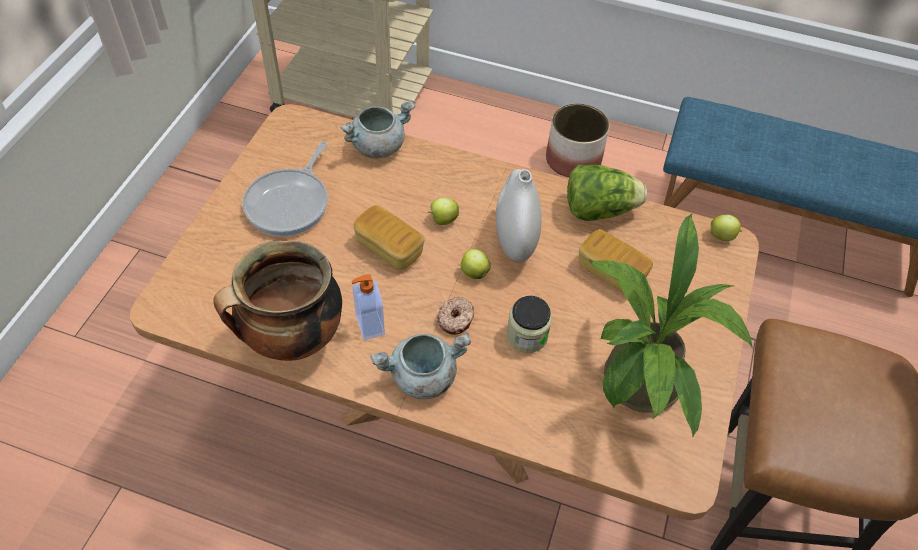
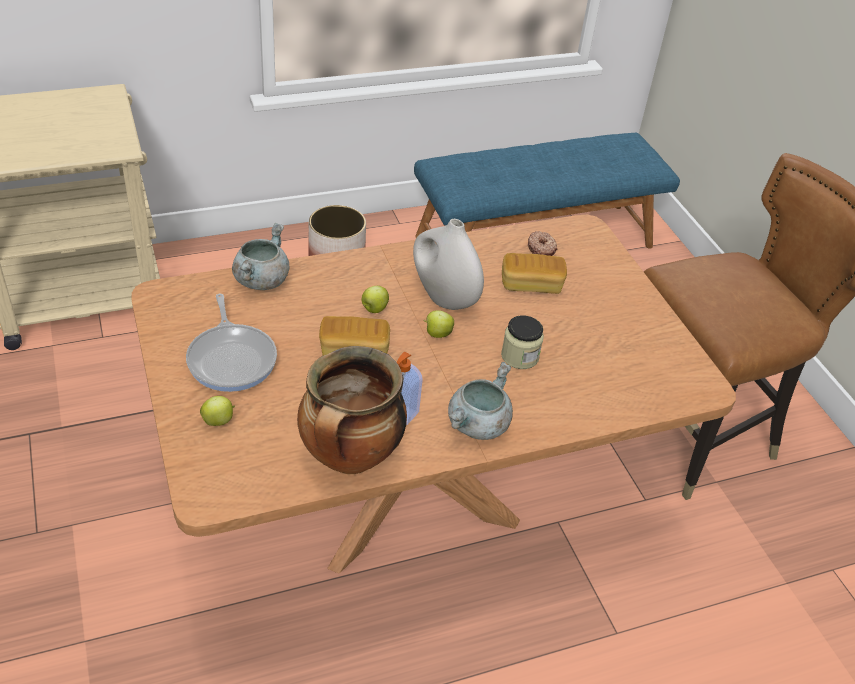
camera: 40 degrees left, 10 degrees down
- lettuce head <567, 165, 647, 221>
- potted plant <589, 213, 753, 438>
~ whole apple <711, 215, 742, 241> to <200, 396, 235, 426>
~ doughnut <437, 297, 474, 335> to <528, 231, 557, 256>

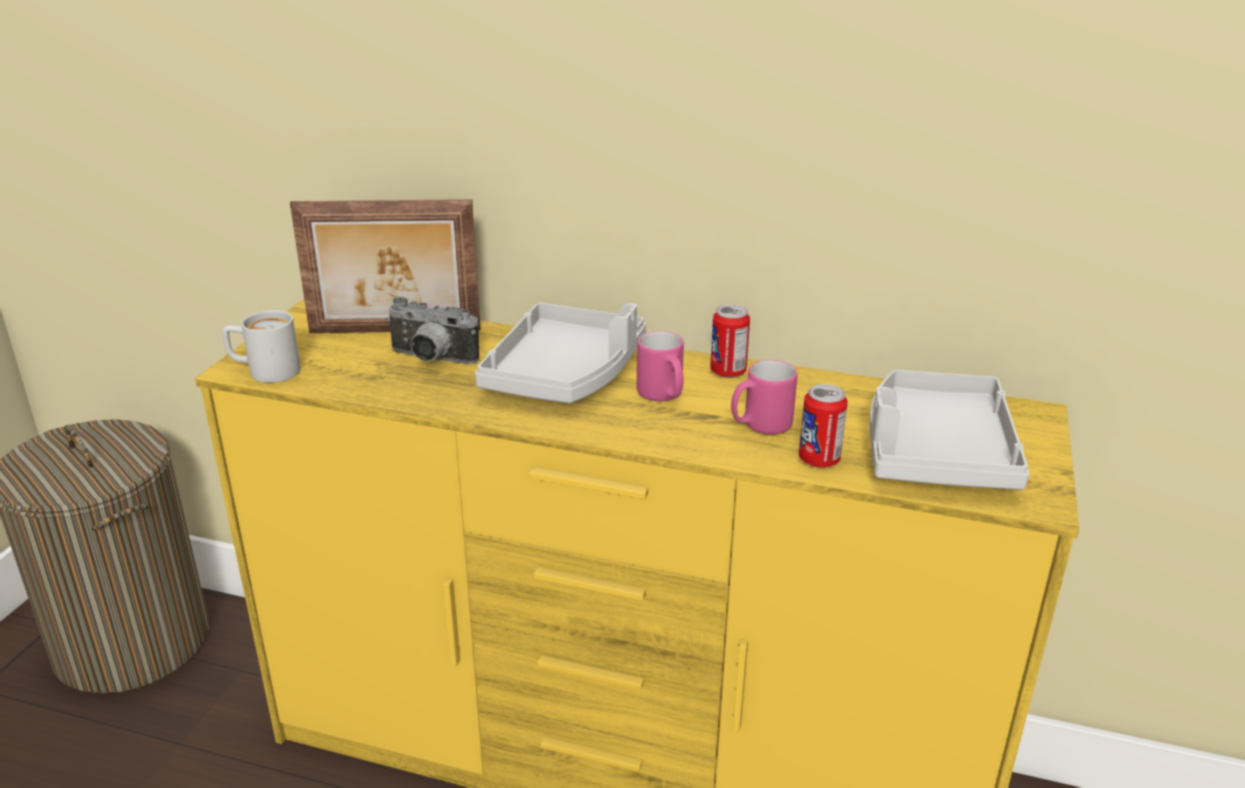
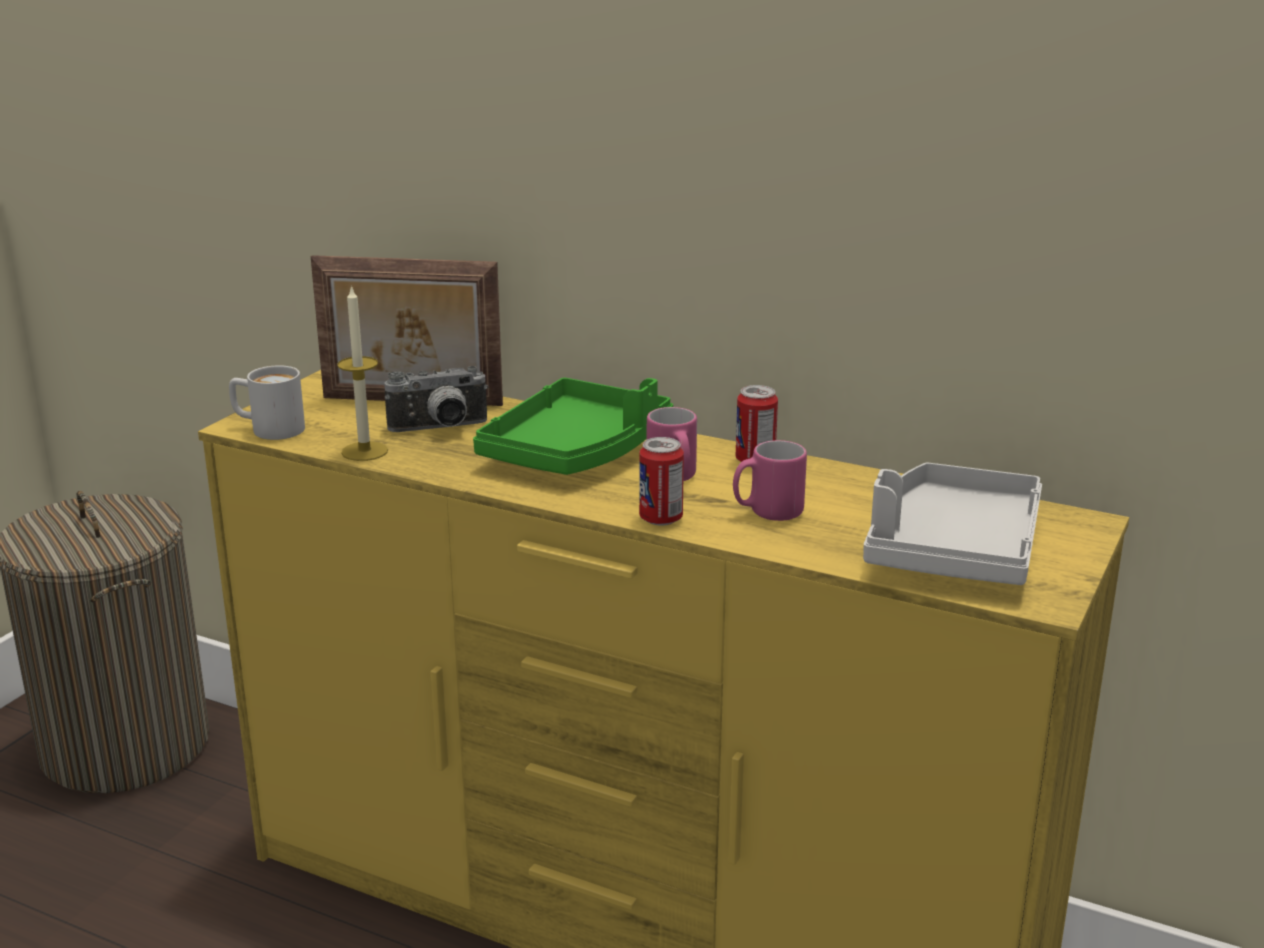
camera: 10 degrees right, 5 degrees down
~ photo camera <386, 297, 479, 364> = <384, 366, 489, 432> 45 degrees counterclockwise
~ serving tray (gray) <475, 303, 646, 403> to serving tray (green) <473, 378, 673, 475>
~ can <799, 384, 848, 468> to <639, 437, 684, 526>
+ wax light <337, 285, 388, 461>

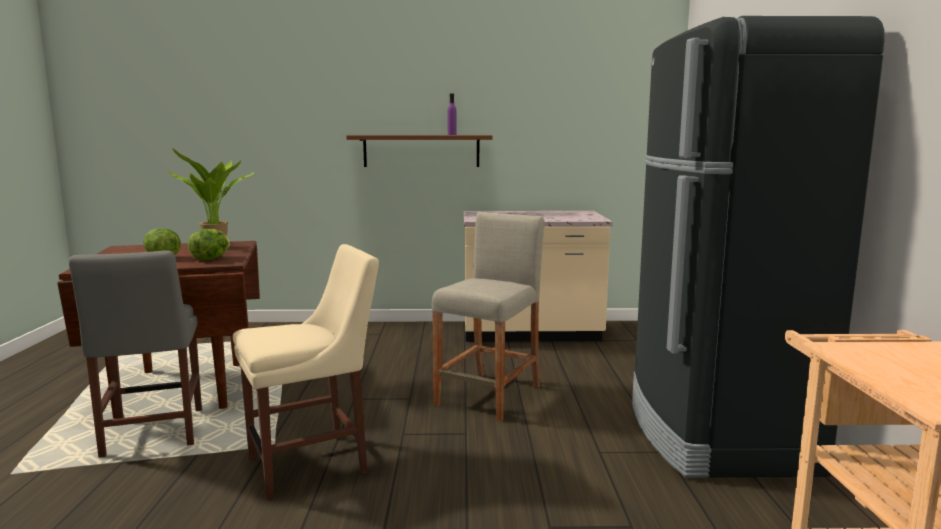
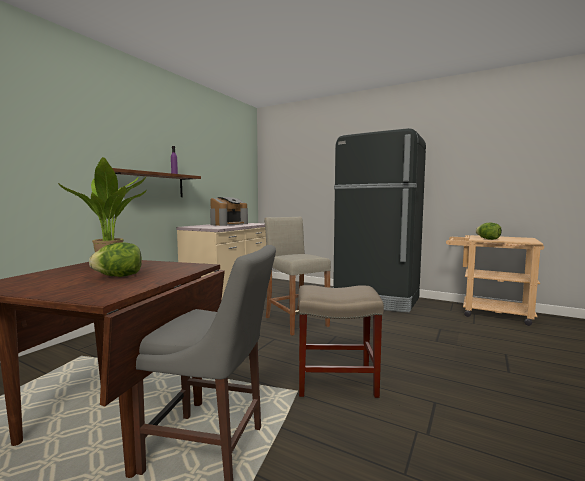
camera: 60 degrees left, 5 degrees down
~ lettuce head <188, 229, 230, 260> to <476, 223, 502, 240>
~ upright chair (sand-coloured) <233, 244, 379, 500> to stool (sand-coloured) <298, 285, 384, 398>
+ coffee machine <210, 197, 248, 226>

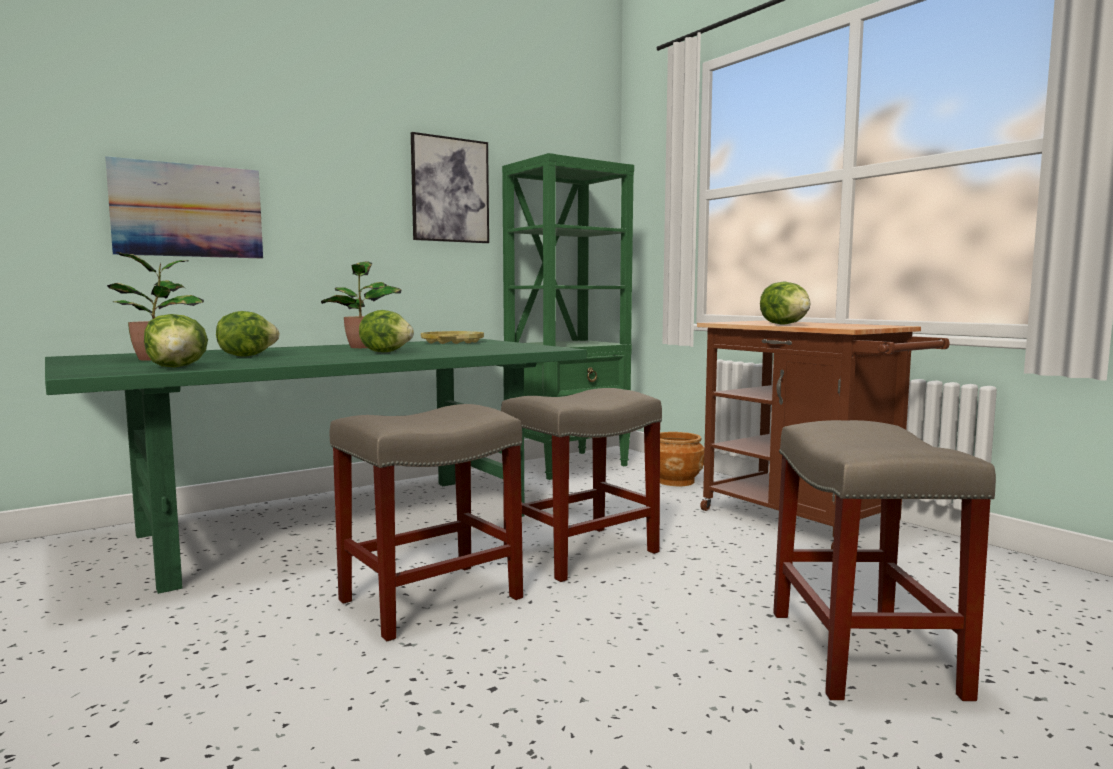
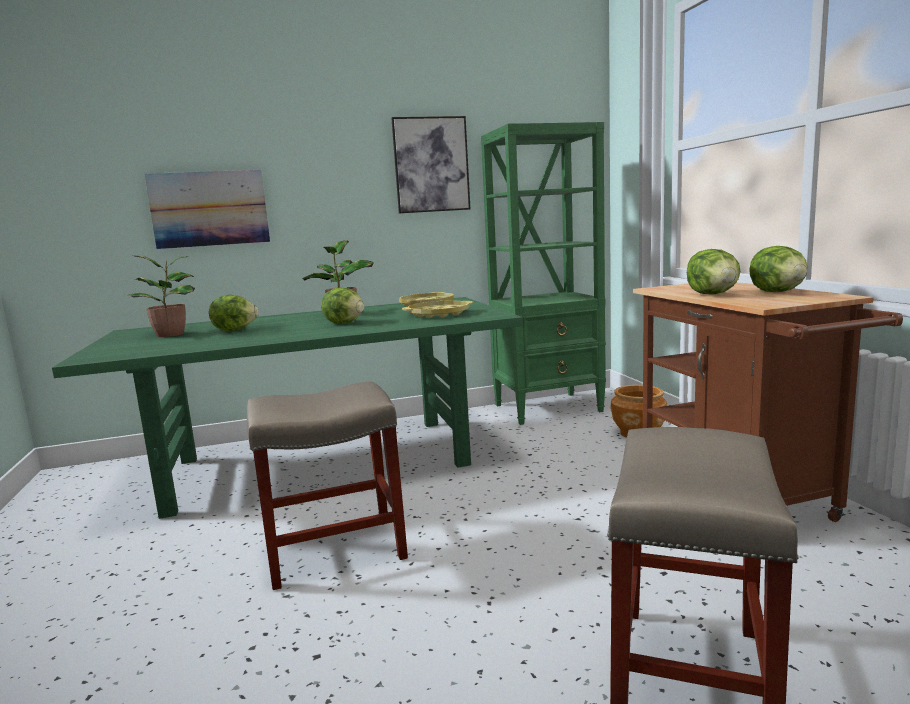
camera: 20 degrees right, 5 degrees up
~ lettuce head <144, 314, 208, 367> to <749, 246, 808, 292>
- stool (sand-coloured) <501, 388, 662, 582>
+ serving tray (yellow) <402, 301, 474, 318>

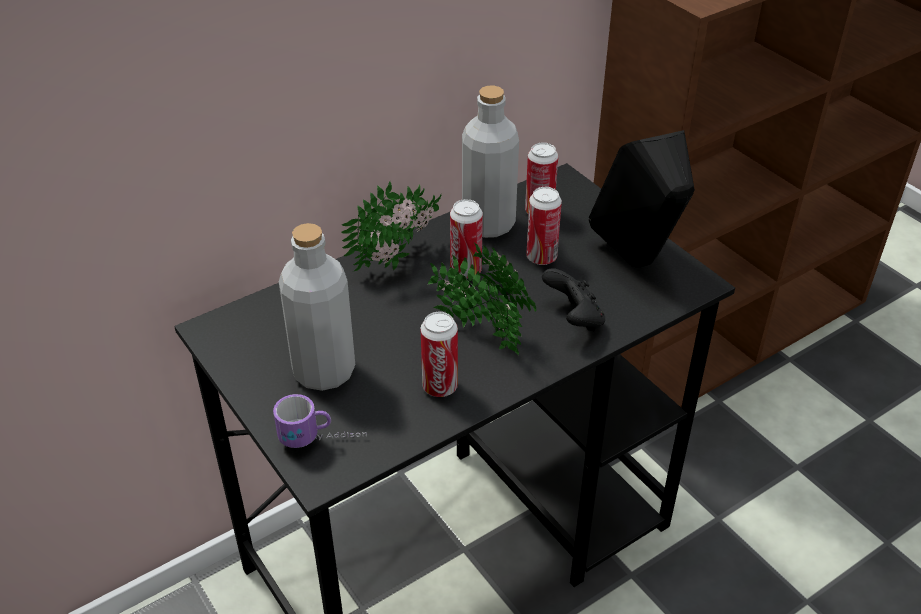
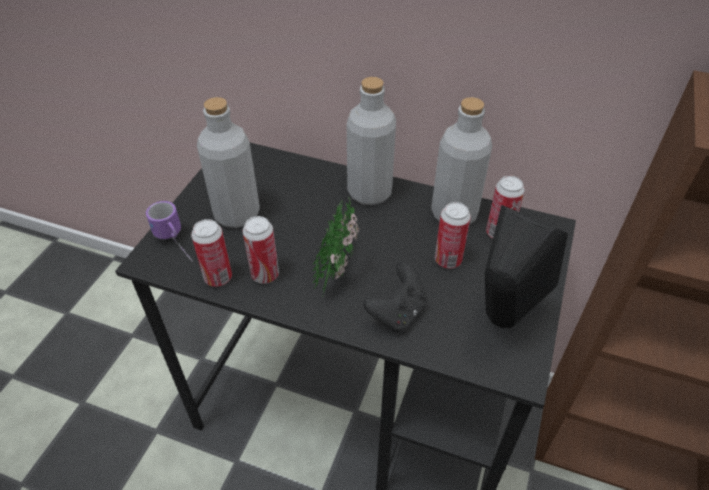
camera: 55 degrees right, 5 degrees up
~ potted plant <341, 182, 441, 272> to beverage bottle (gray) <347, 77, 396, 205>
~ can <450, 199, 483, 279> to <191, 219, 232, 287>

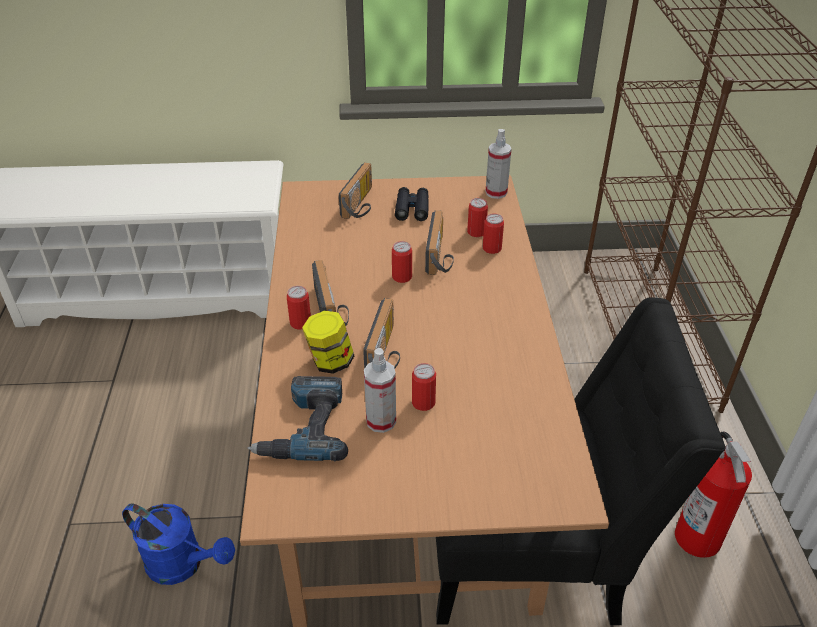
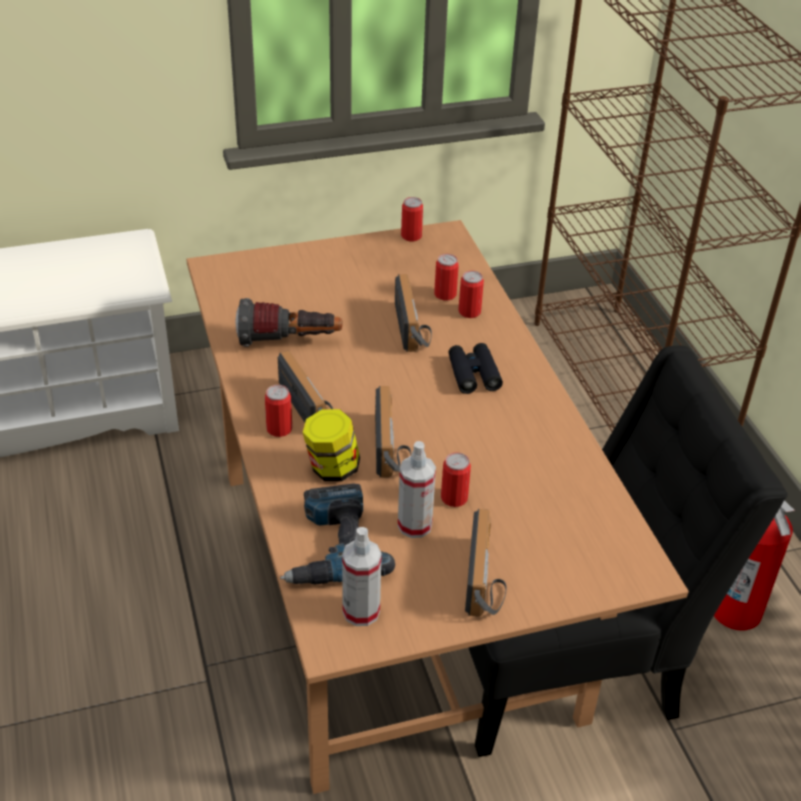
camera: 15 degrees left, 0 degrees up
~ hand sprayer <485, 129, 511, 199> to <342, 527, 382, 626>
~ radio receiver <339, 162, 372, 219> to <465, 509, 507, 617>
~ field glasses (blackish) <395, 187, 429, 221> to <448, 343, 503, 394>
~ can <392, 241, 412, 283> to <401, 197, 423, 241>
- watering can (bluish) <122, 503, 235, 585>
+ flashlight <235, 298, 342, 347>

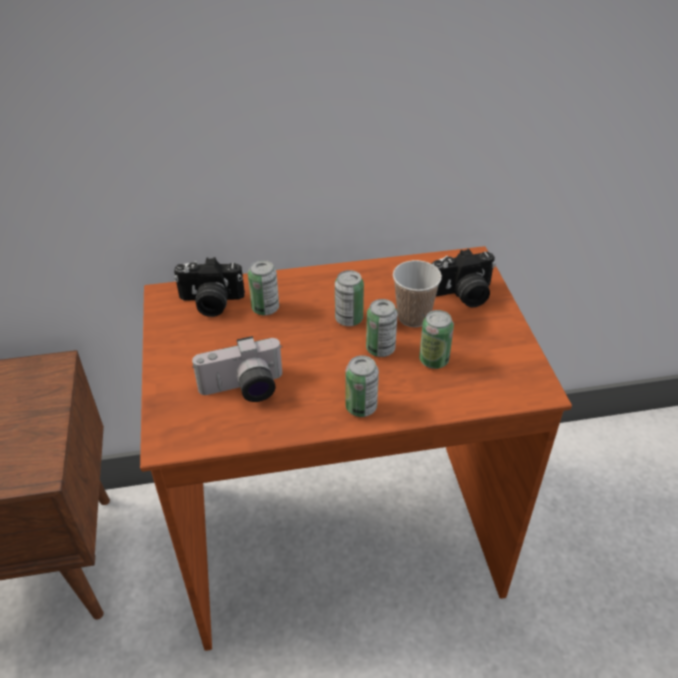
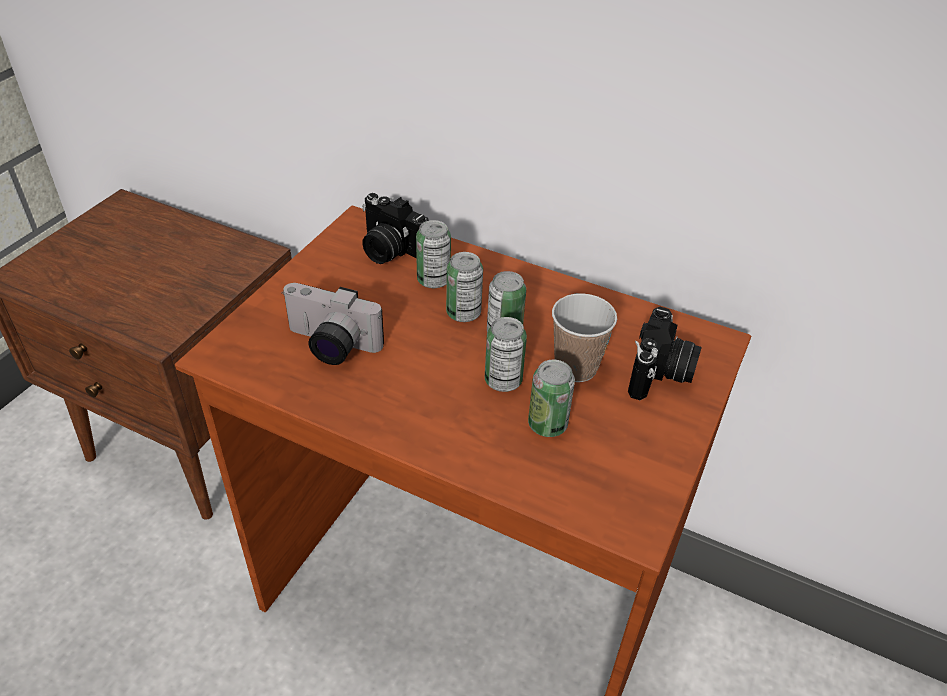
camera: 35 degrees right, 0 degrees up
~ photo camera <432, 249, 495, 308> = <628, 307, 702, 400> 90 degrees counterclockwise
~ can <345, 356, 379, 417> to <446, 252, 483, 322>

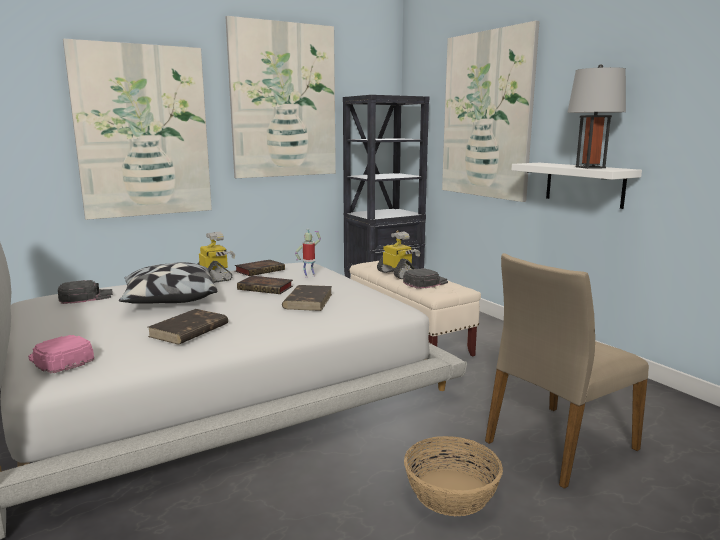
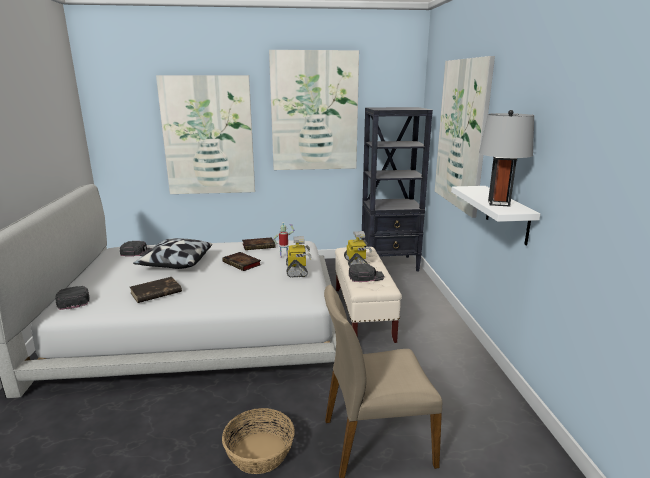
camera: 25 degrees right, 5 degrees up
~ toy robot <198, 231, 235, 283> to <286, 236, 311, 277>
- book (brown-coloured) <282, 285, 332, 311>
~ cap (pink-coloured) <28, 335, 94, 373> to cap (blackish) <55, 286, 89, 310>

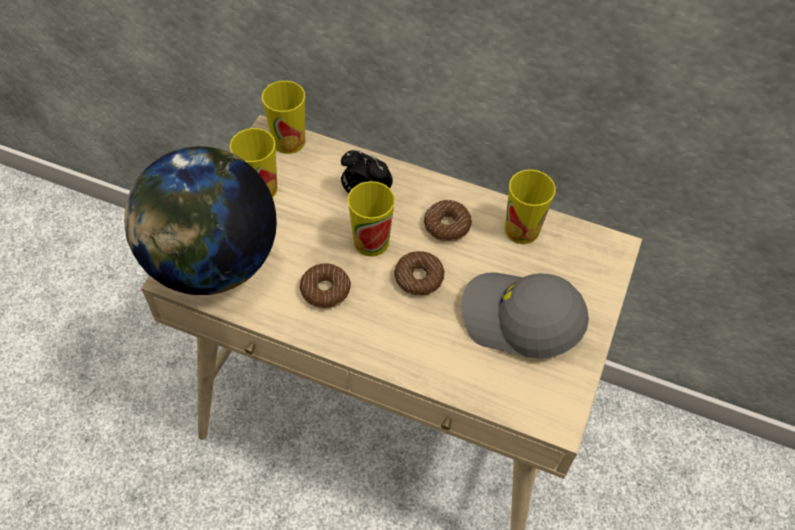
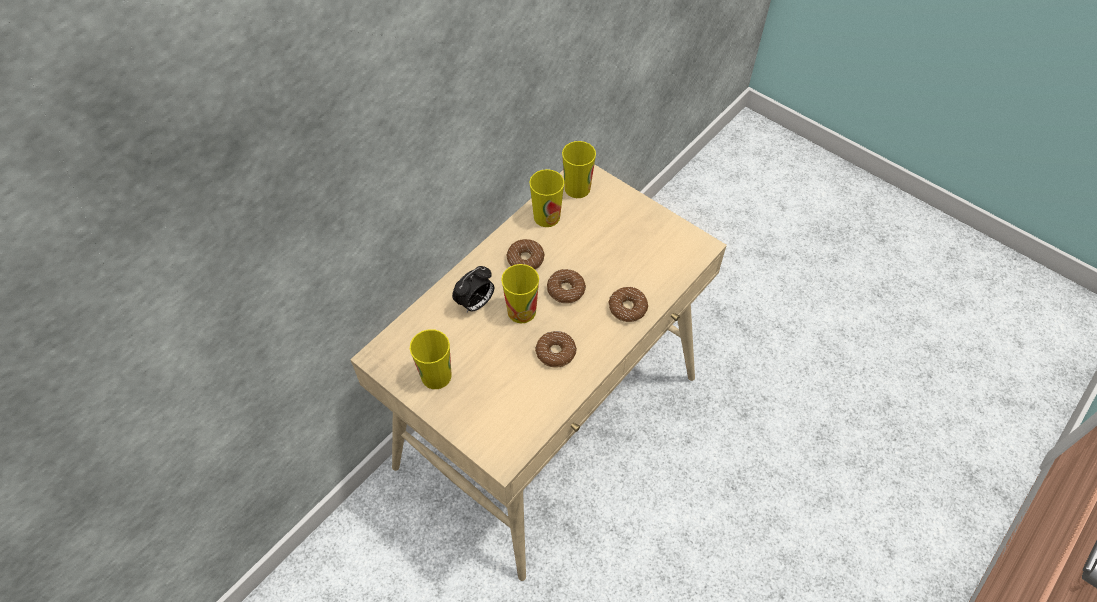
camera: 70 degrees left, 0 degrees up
~ cup <262, 81, 305, 154> to <562, 141, 596, 198>
- world globe <124, 146, 277, 295>
- cap (gray) <461, 272, 589, 358>
+ doughnut <608, 287, 648, 322>

